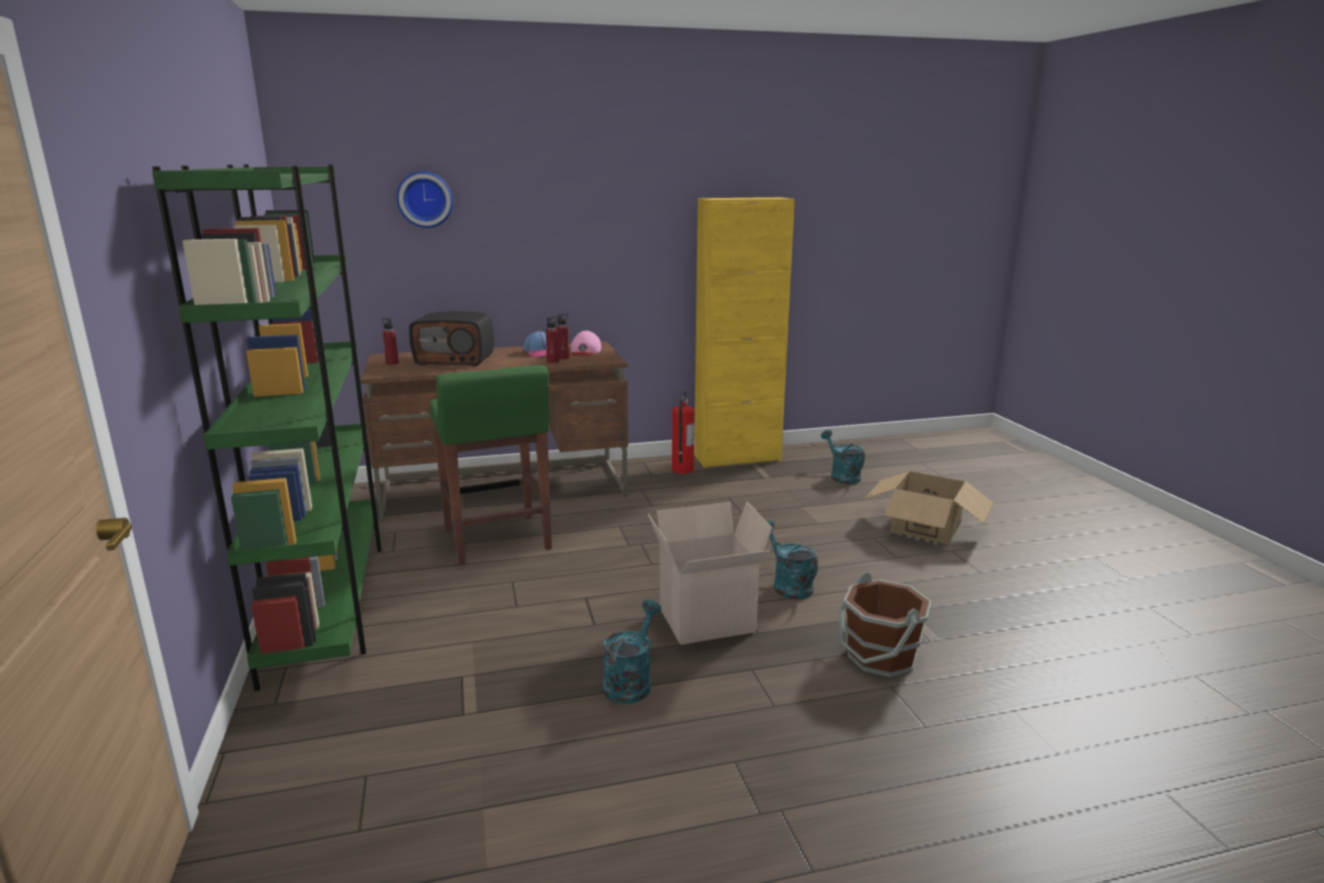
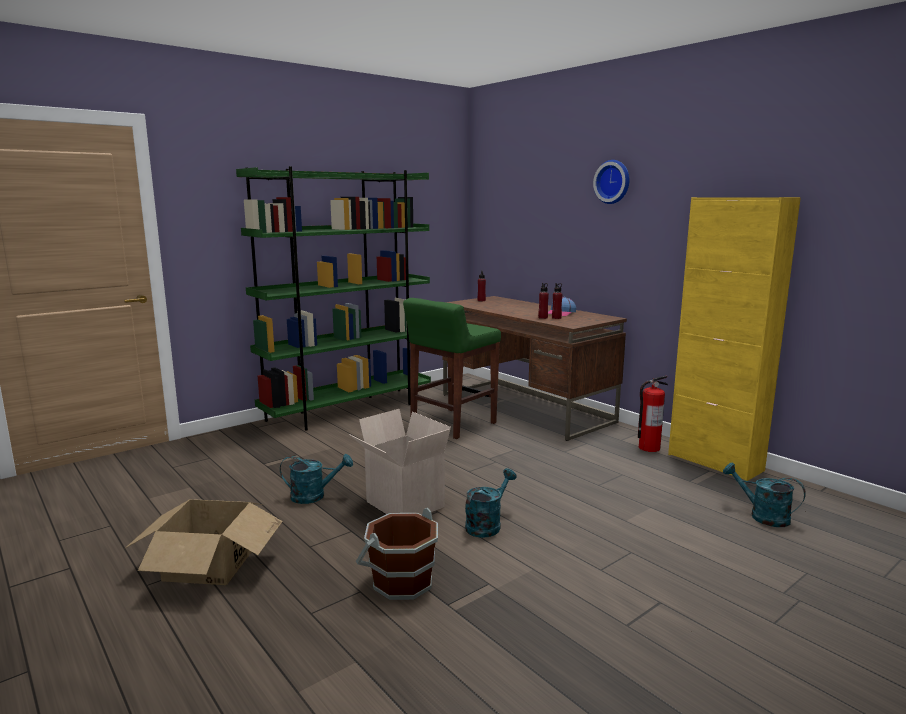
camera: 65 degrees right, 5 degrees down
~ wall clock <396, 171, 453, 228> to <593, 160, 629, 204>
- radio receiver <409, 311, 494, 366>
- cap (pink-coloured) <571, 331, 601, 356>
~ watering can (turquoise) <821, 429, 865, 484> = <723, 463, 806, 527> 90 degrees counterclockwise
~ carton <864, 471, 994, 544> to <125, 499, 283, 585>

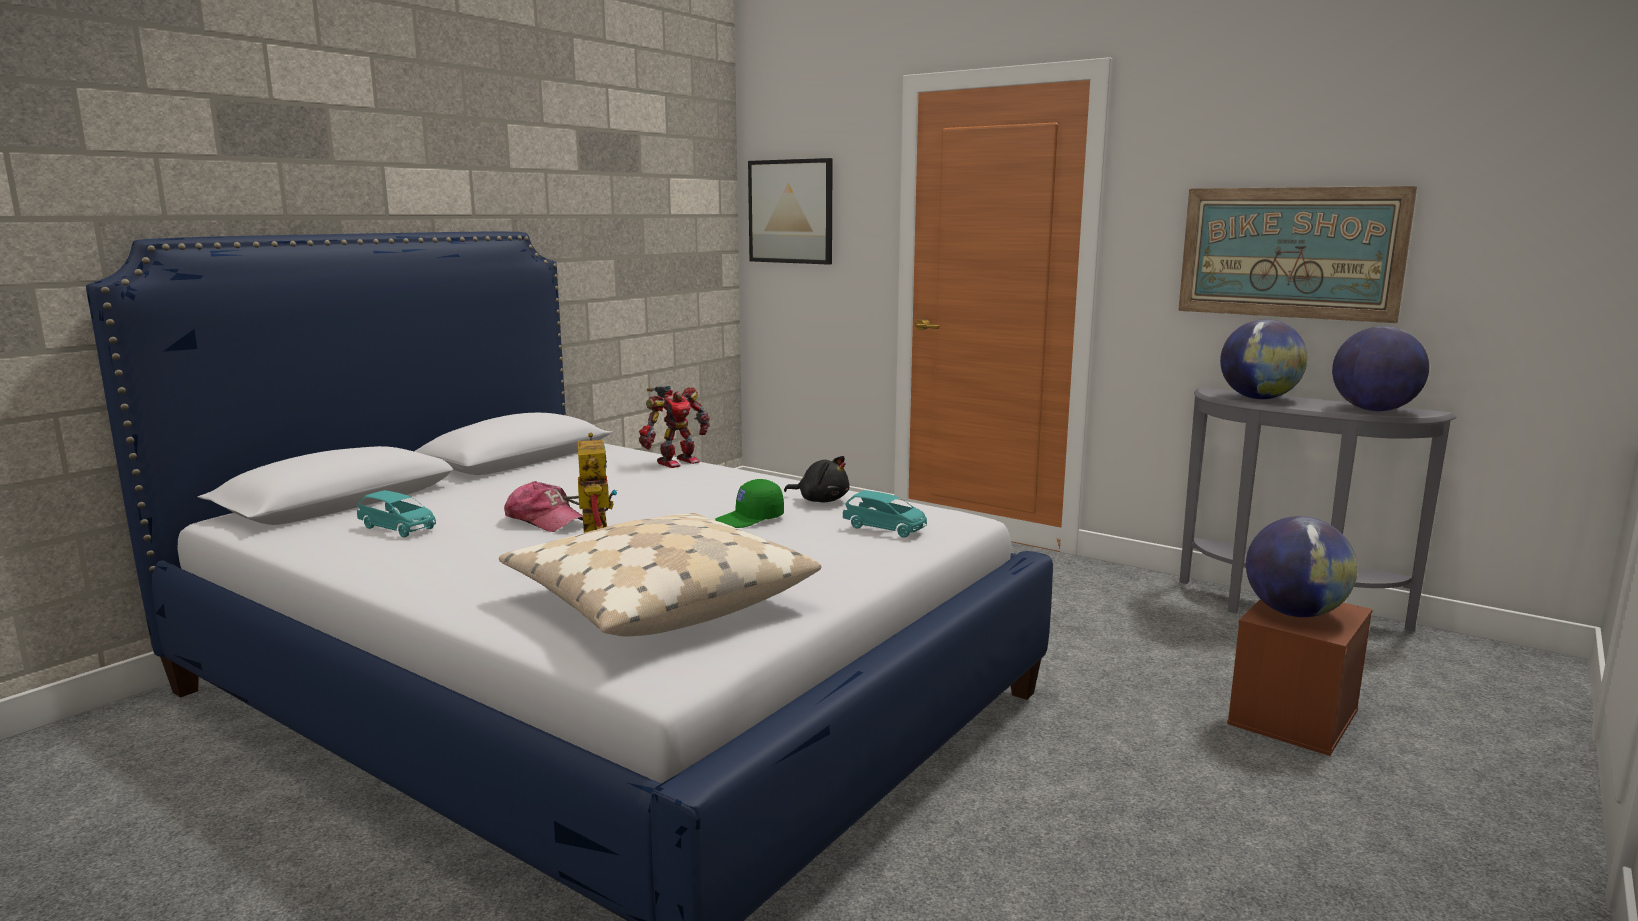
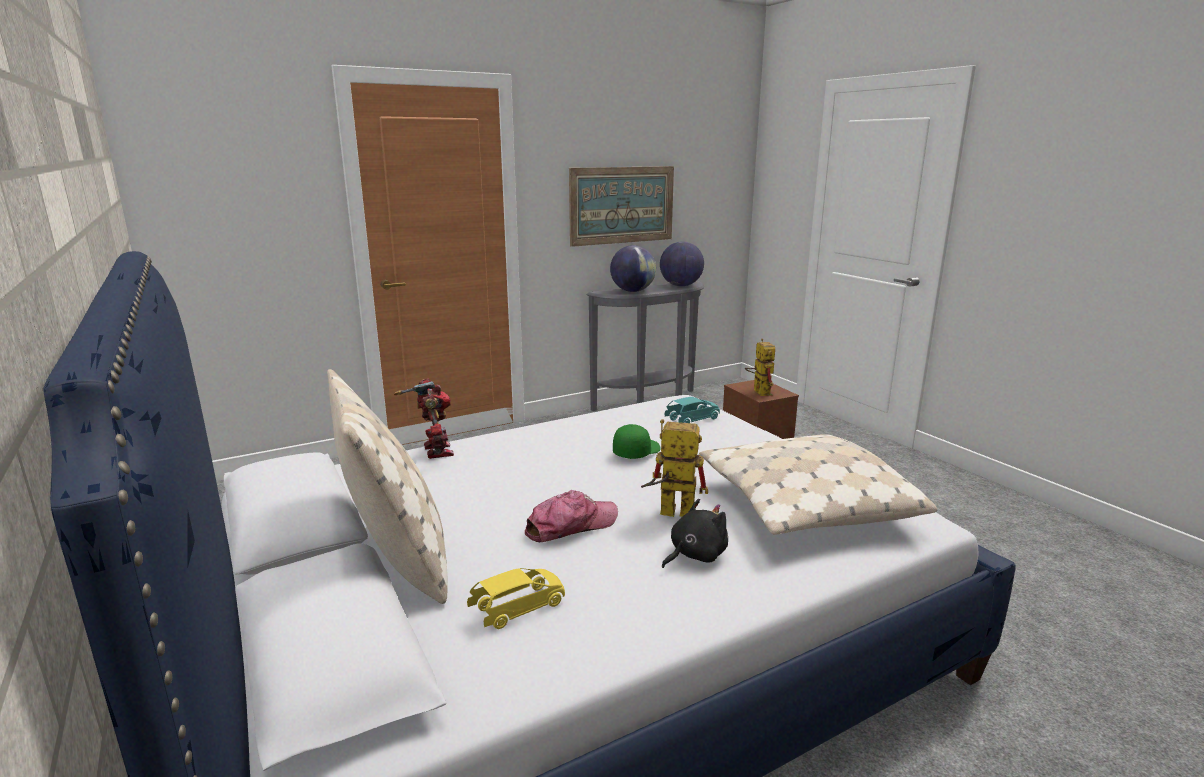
camera: 65 degrees left, 5 degrees up
- picture <748, 158, 833, 265>
~ soft toy (blackish) <784, 456, 850, 502> to <662, 499, 728, 568>
~ cap (green) <715, 479, 784, 528> = <613, 424, 661, 459> 135 degrees counterclockwise
~ miniature car (turquoise) <357, 490, 436, 537> to miniature car (yellow) <467, 568, 565, 629>
~ world globe <1246, 516, 1358, 617> to toy robot <745, 338, 775, 396>
+ pillow (sand-coloured) <327, 369, 448, 604>

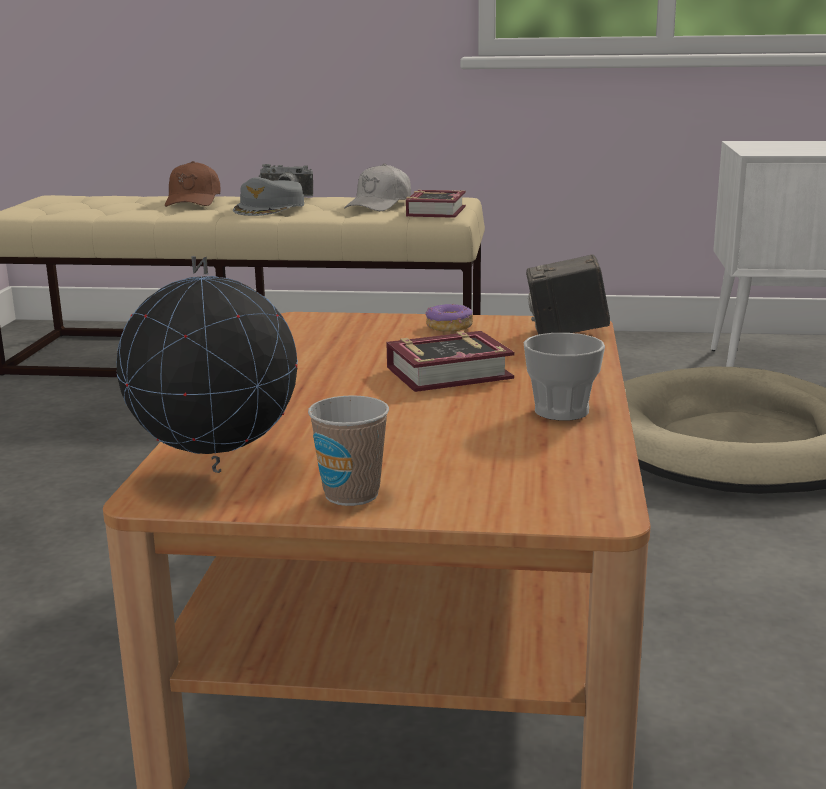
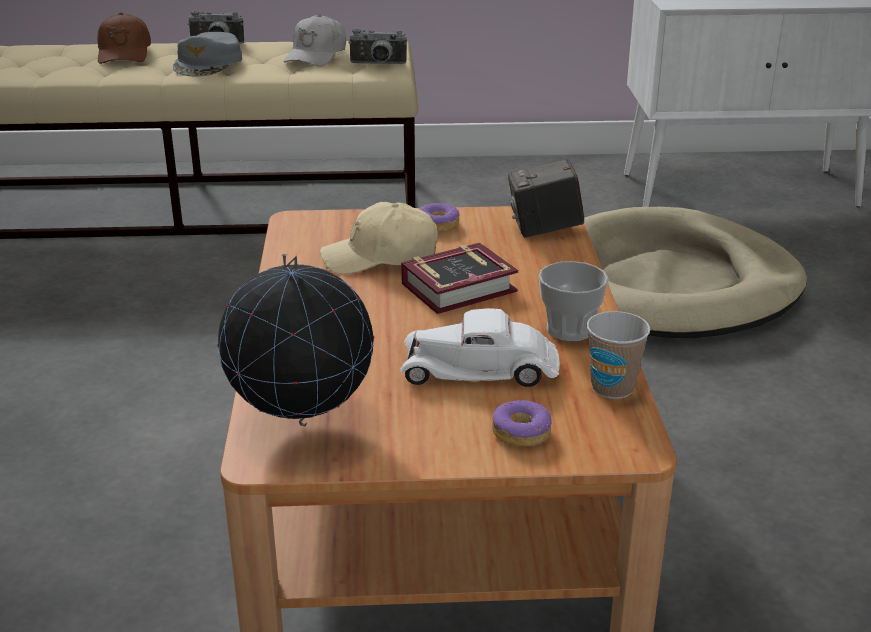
camera: 10 degrees left, 10 degrees up
~ book <406, 190, 466, 218> to photo camera <349, 29, 407, 64>
~ cup <308, 395, 389, 506> to <587, 311, 651, 399>
+ cap (sand-coloured) <320, 202, 438, 274>
+ miniature car (whitish) <401, 308, 560, 387>
+ doughnut <492, 400, 552, 447>

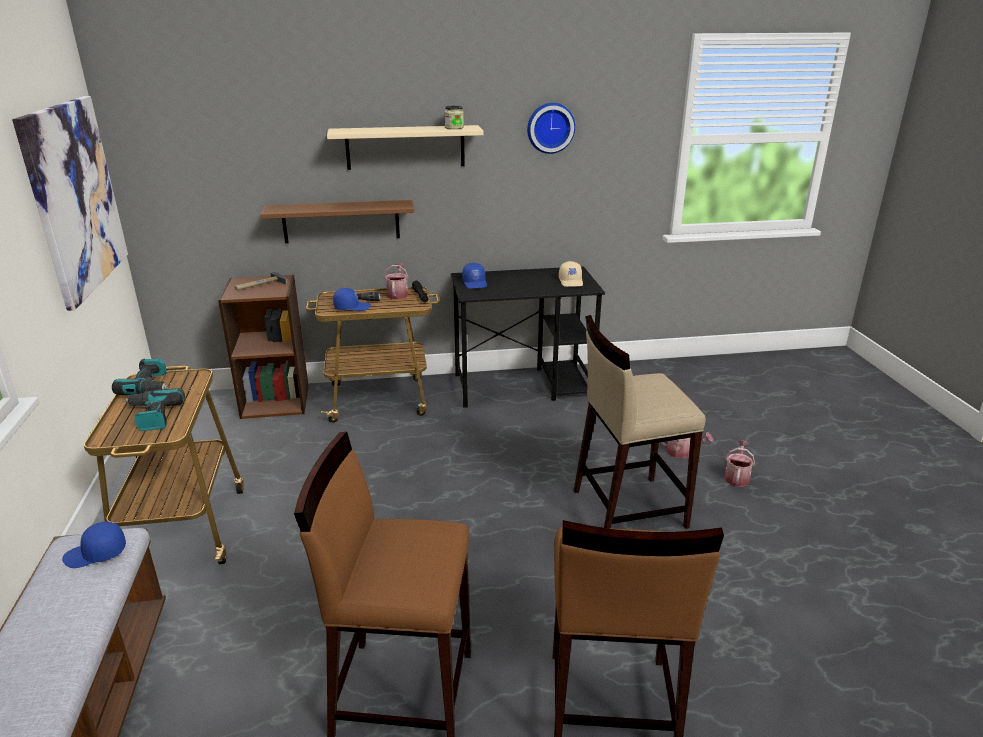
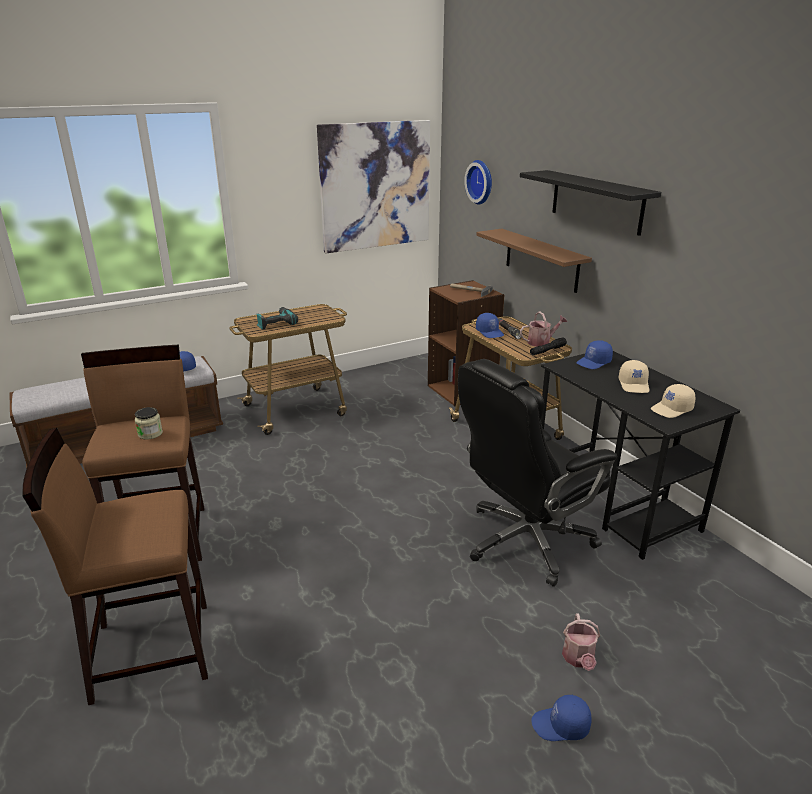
camera: 70 degrees right, 0 degrees up
~ wall clock <527, 103, 575, 154> to <464, 160, 492, 204>
~ preserve jar <444, 106, 464, 129> to <135, 407, 163, 439>
~ bracket shelf (sand-coloured) <327, 125, 484, 170> to bracket shelf (blackish) <520, 170, 661, 236>
- stool (sand-coloured) <574, 315, 706, 529>
- electric drill <112, 359, 170, 395>
~ watering can <724, 440, 755, 487> to cap (bluish) <531, 695, 592, 741>
+ computer chair (blackish) <458, 359, 617, 587>
+ cap (sand-coloured) <619, 360, 649, 393>

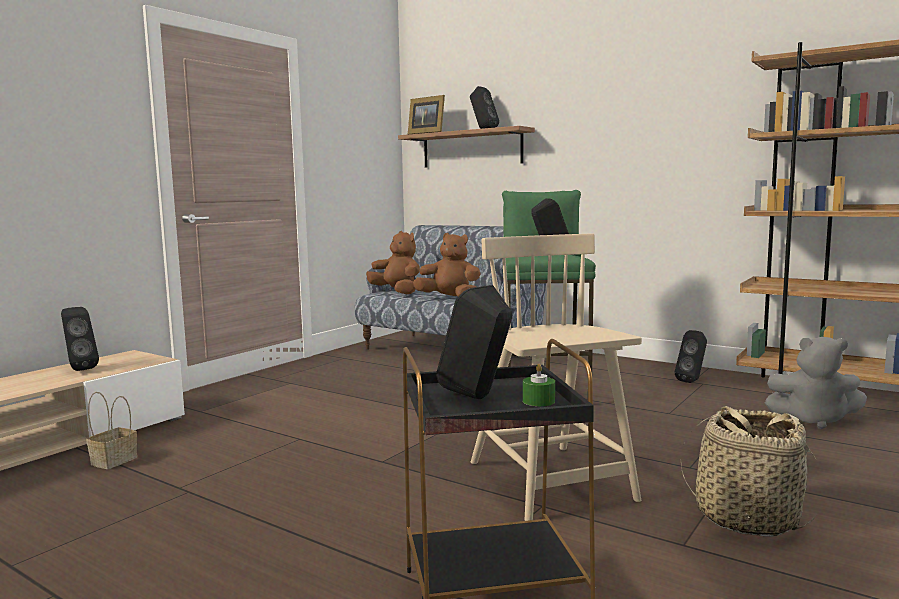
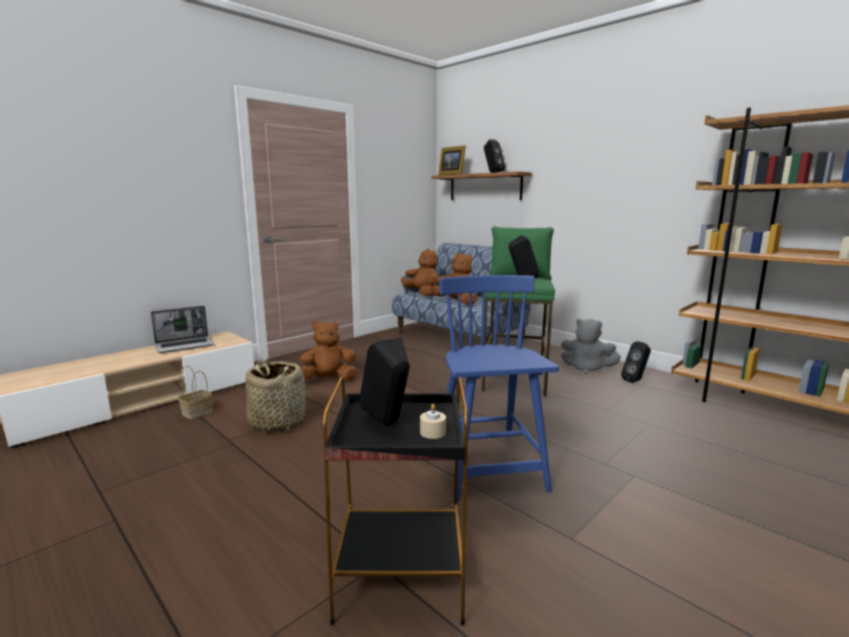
camera: 10 degrees right, 5 degrees up
~ upright chair (sand-coloured) <471, 234, 642, 521> to upright chair (bluish) <439, 275, 559, 501>
~ loudspeaker (blackish) <61, 307, 99, 371> to laptop <151, 306, 214, 353>
~ soft toy (gray) <765, 337, 867, 429> to <561, 319, 621, 374>
~ wax light (green) <523, 364, 555, 406> to wax light (sand-coloured) <420, 404, 446, 439>
~ basket <681, 406, 816, 537> to <246, 359, 306, 433>
+ soft toy (brown-coloured) <300, 321, 357, 380>

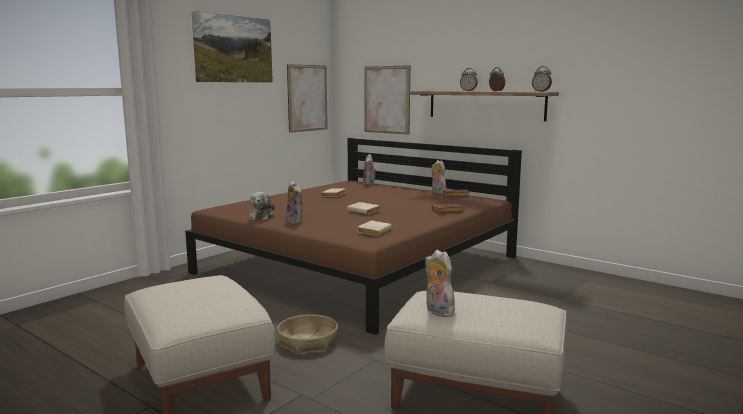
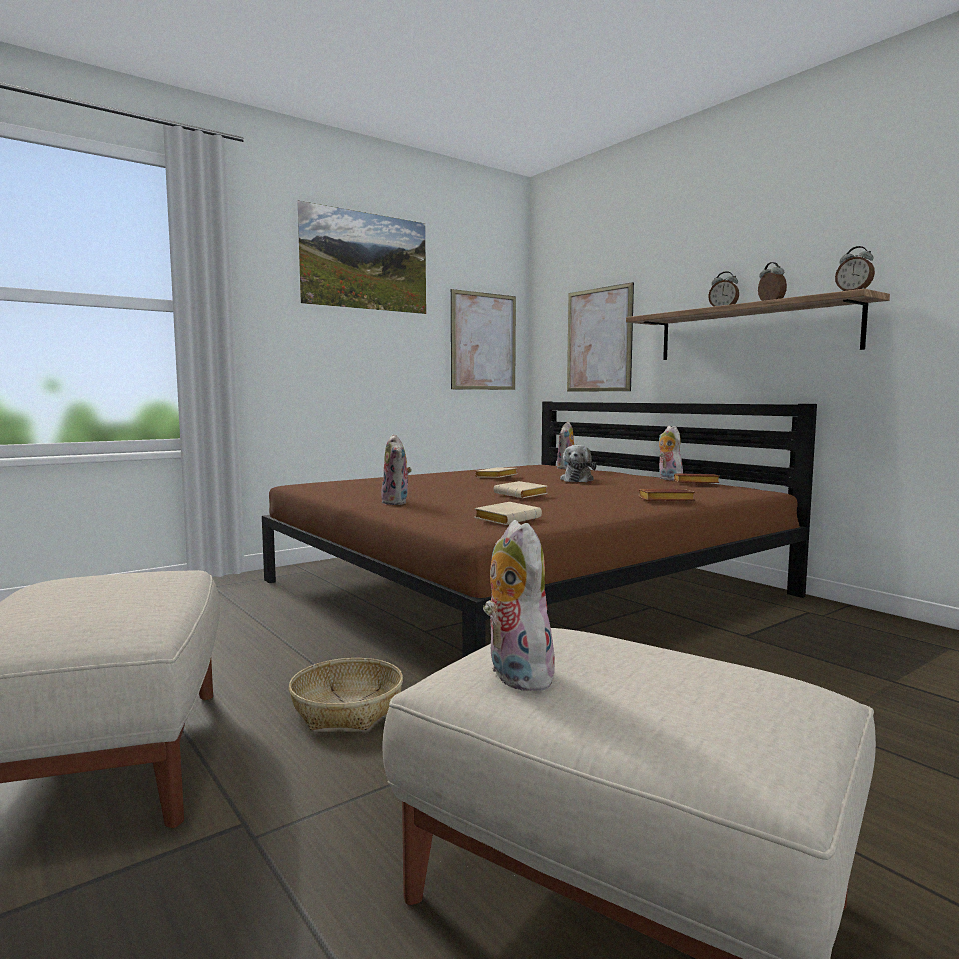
camera: 15 degrees right, 5 degrees down
~ soft toy <249, 192, 275, 220> to <560, 445, 596, 482>

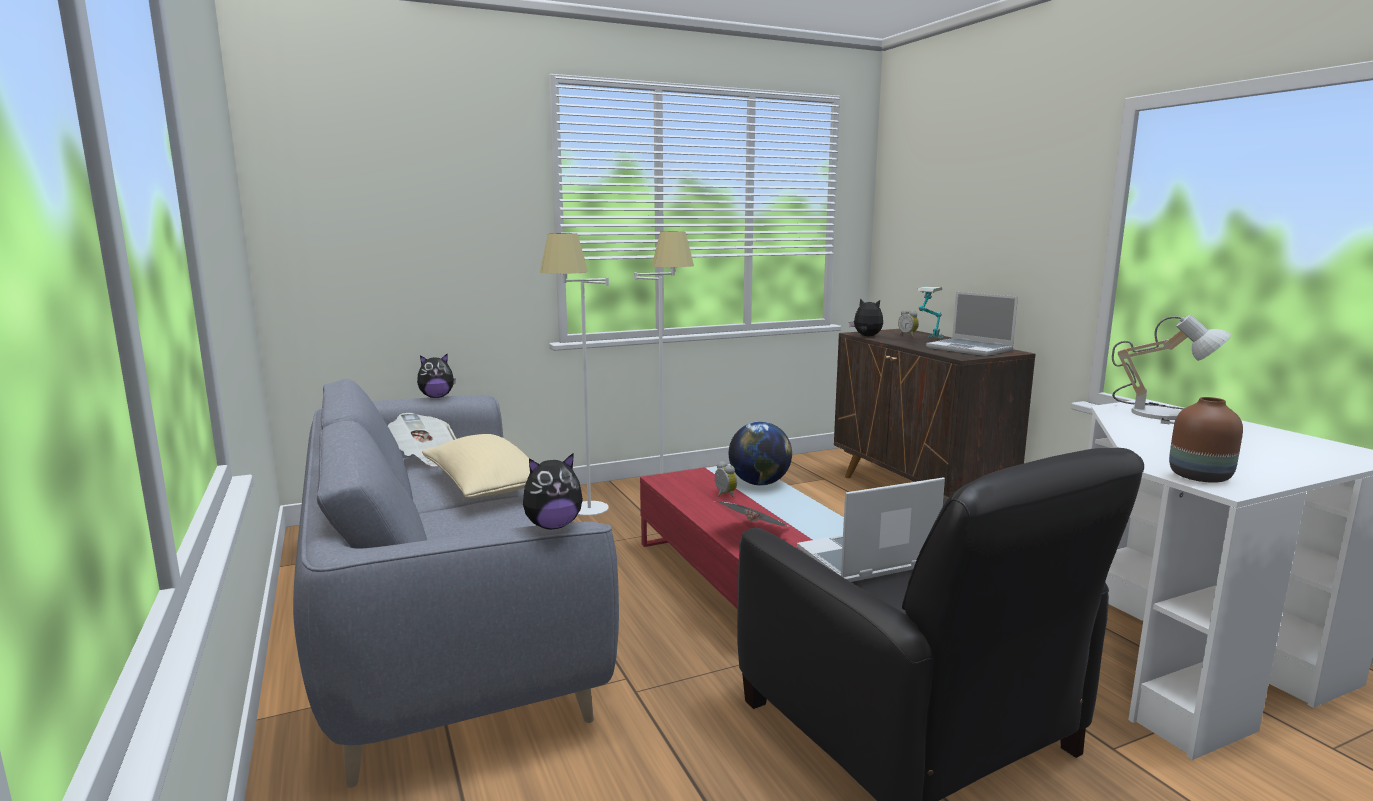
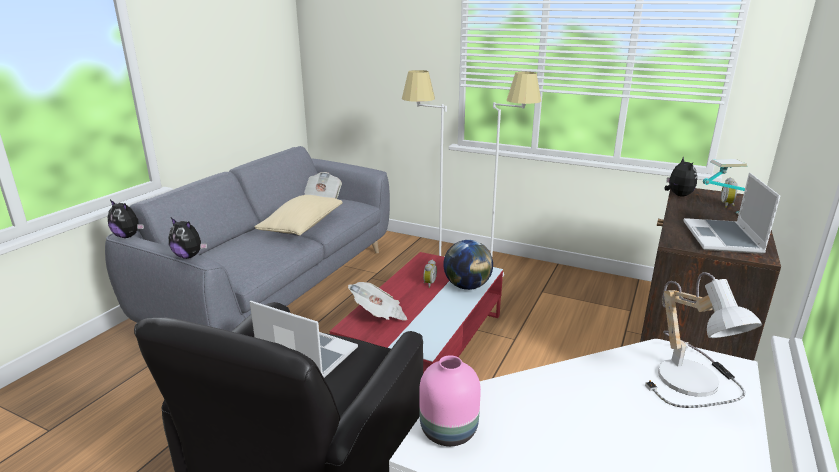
camera: 50 degrees right, 10 degrees up
~ soft toy <417, 354, 456, 398> to <108, 200, 144, 238>
~ decorative vase (brown-coloured) <1169, 397, 1243, 483> to decorative vase (pink-coloured) <419, 355, 481, 446>

